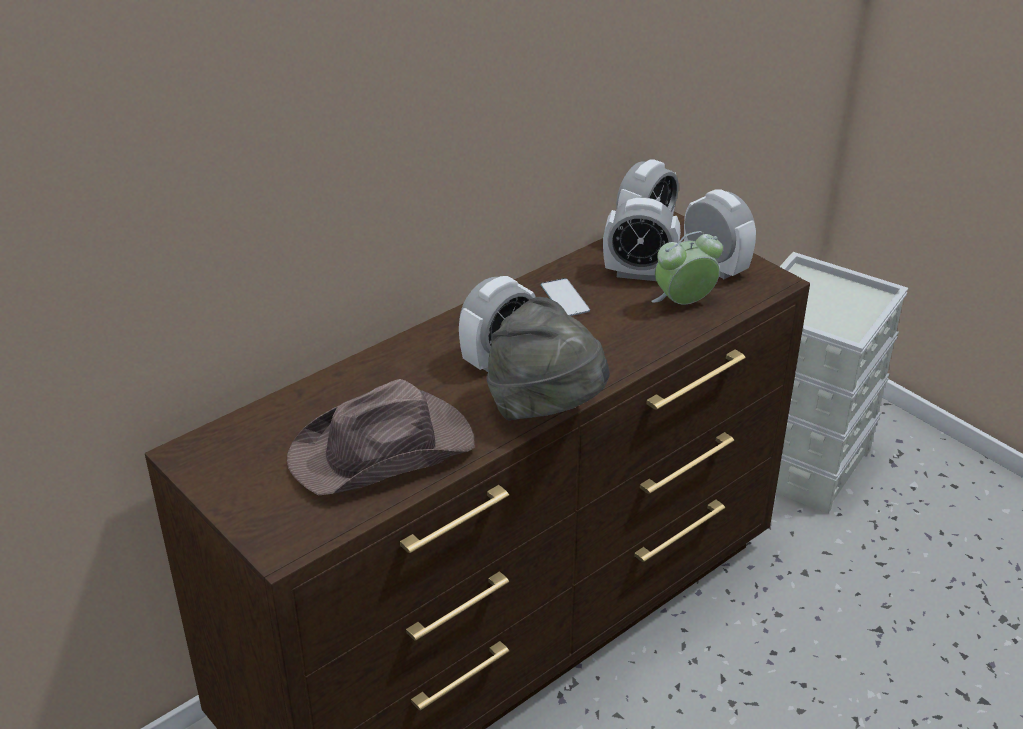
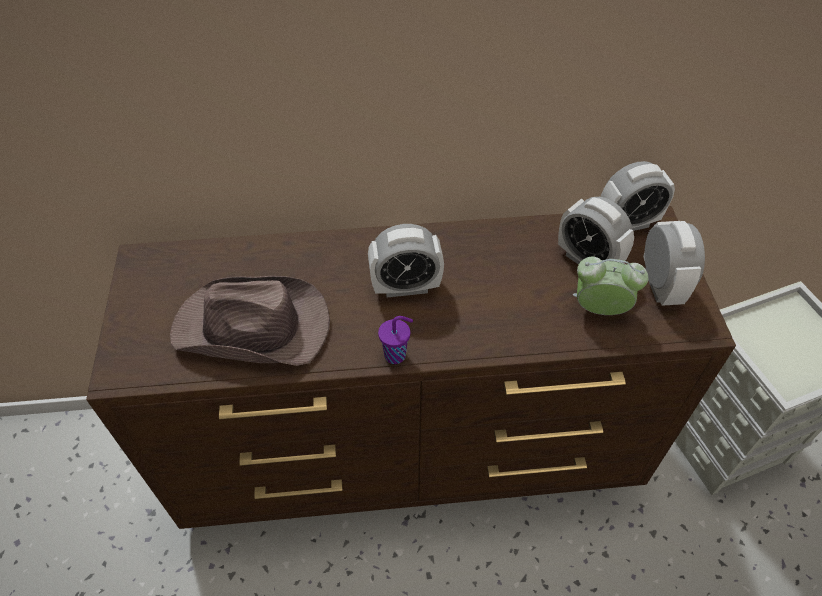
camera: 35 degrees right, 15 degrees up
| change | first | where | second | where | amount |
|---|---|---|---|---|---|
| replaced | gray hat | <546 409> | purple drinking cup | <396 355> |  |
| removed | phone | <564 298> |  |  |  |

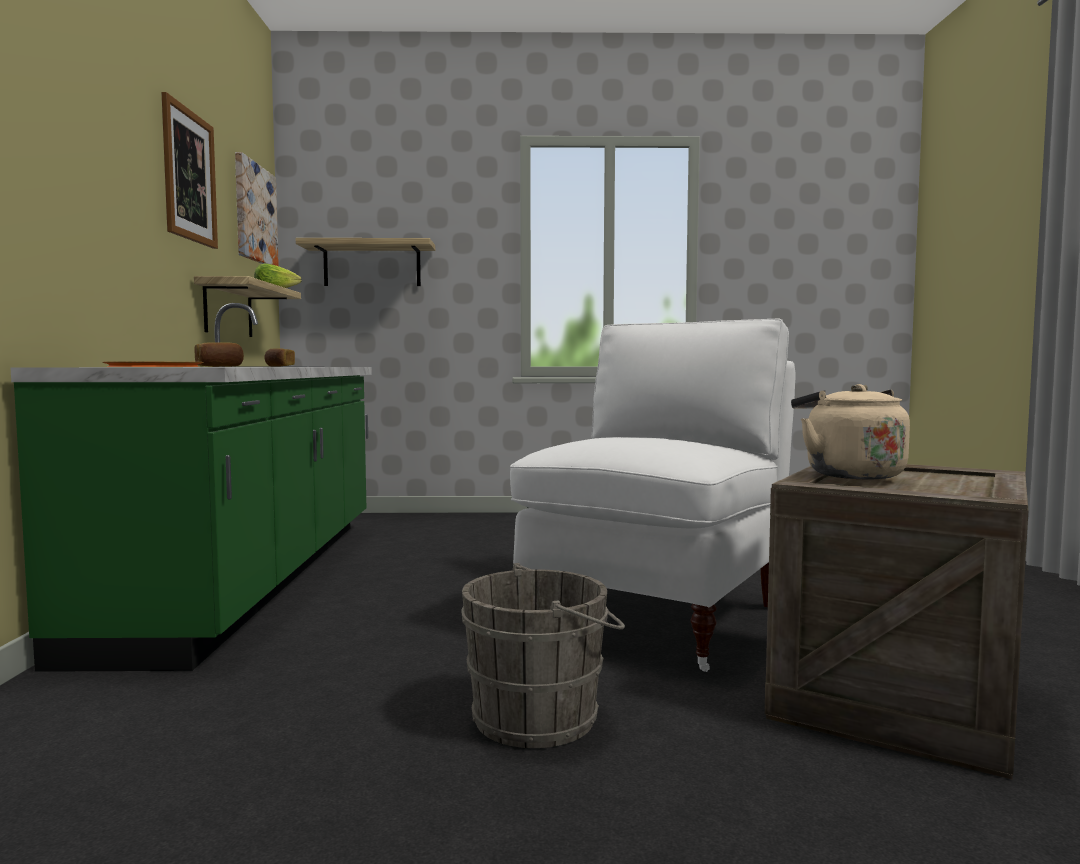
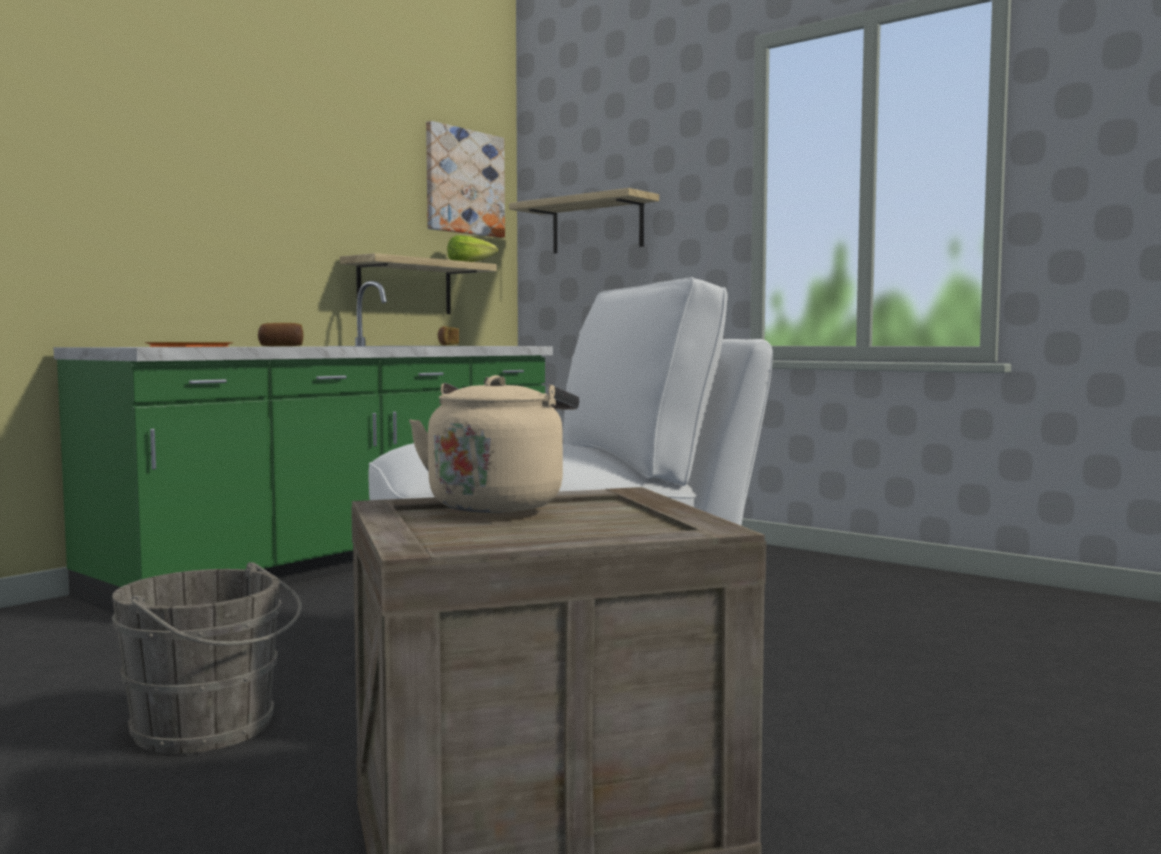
camera: 40 degrees right, 0 degrees up
| change | first | where | second | where | amount |
|---|---|---|---|---|---|
| removed | wall picture | <189 176> |  |  |  |

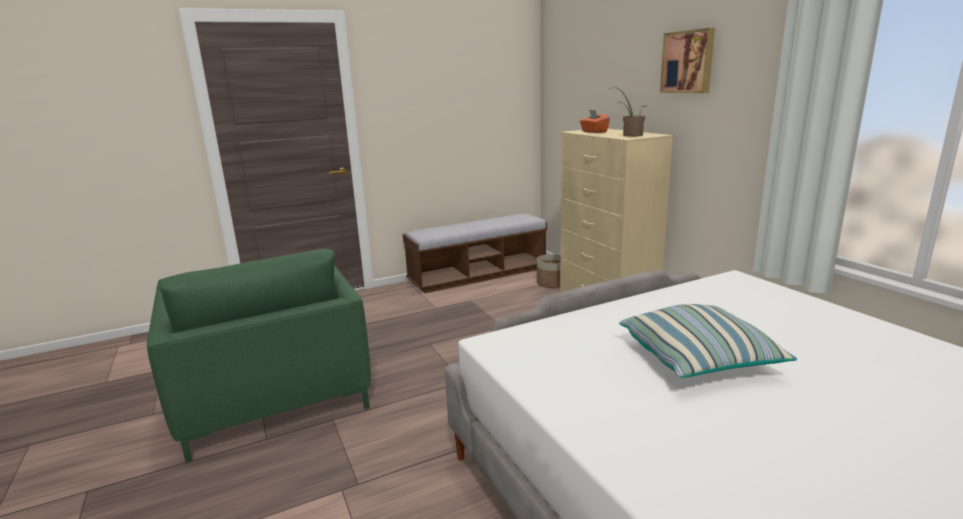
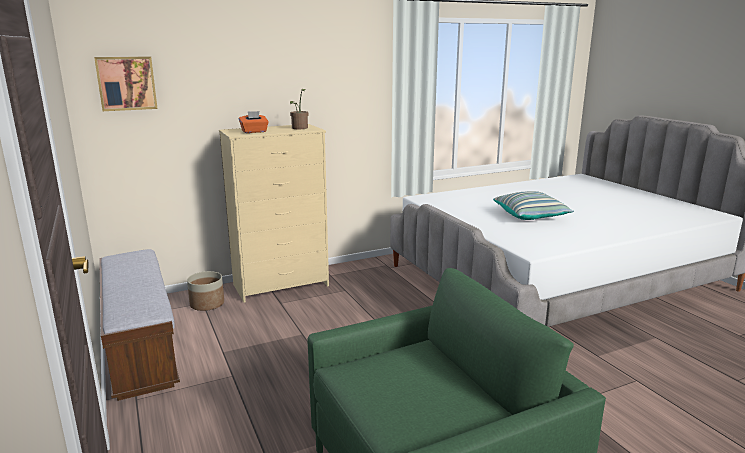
camera: 90 degrees left, 0 degrees up
| change | first | where | second | where | amount |
|---|---|---|---|---|---|
| moved | wall picture | <688 62> |  | <126 83> |  |

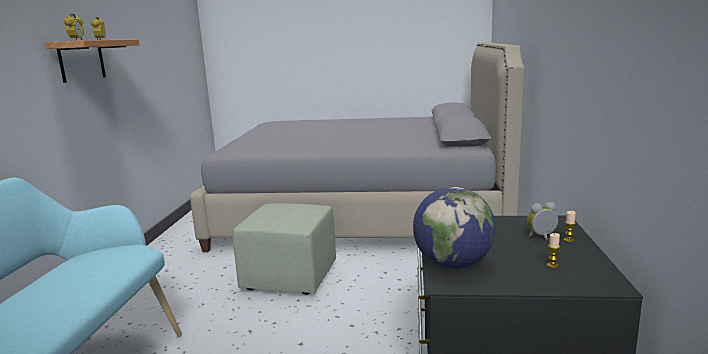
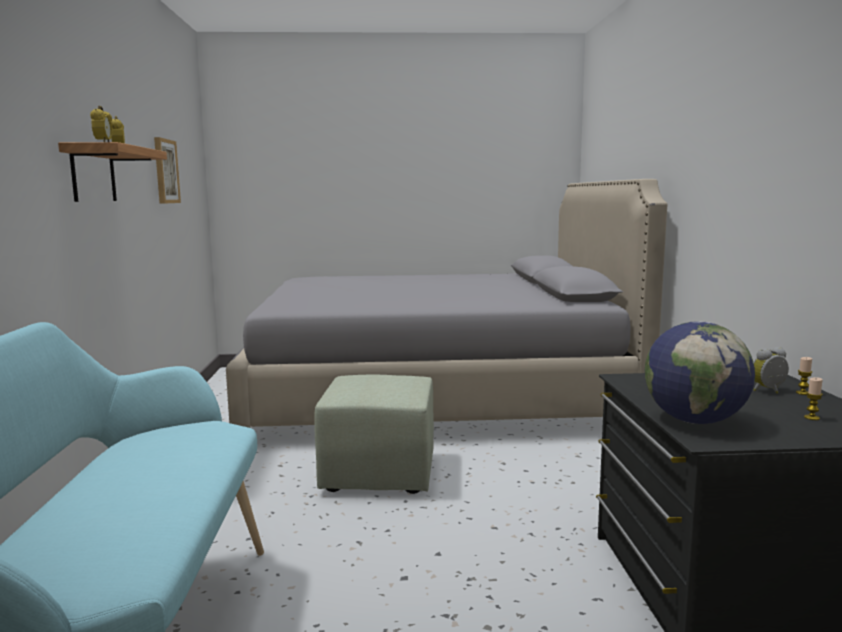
camera: 10 degrees left, 5 degrees down
| change | first | where | second | where | amount |
|---|---|---|---|---|---|
| added |  |  | wall picture | <165 171> |  |

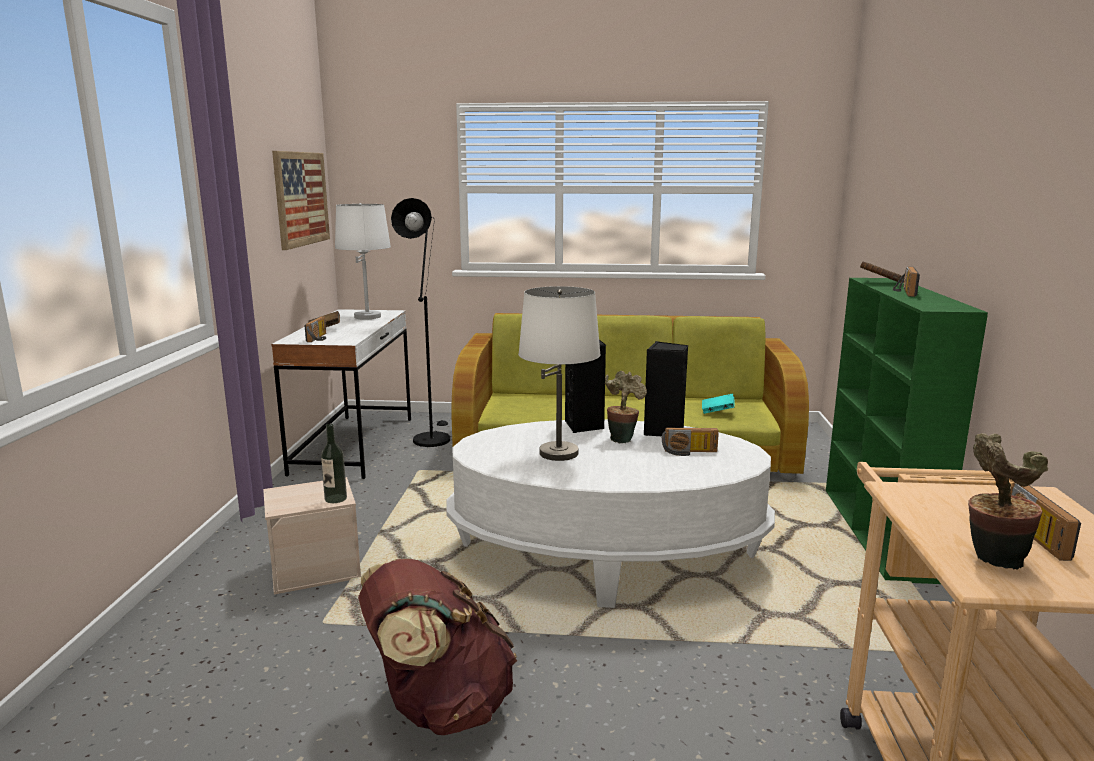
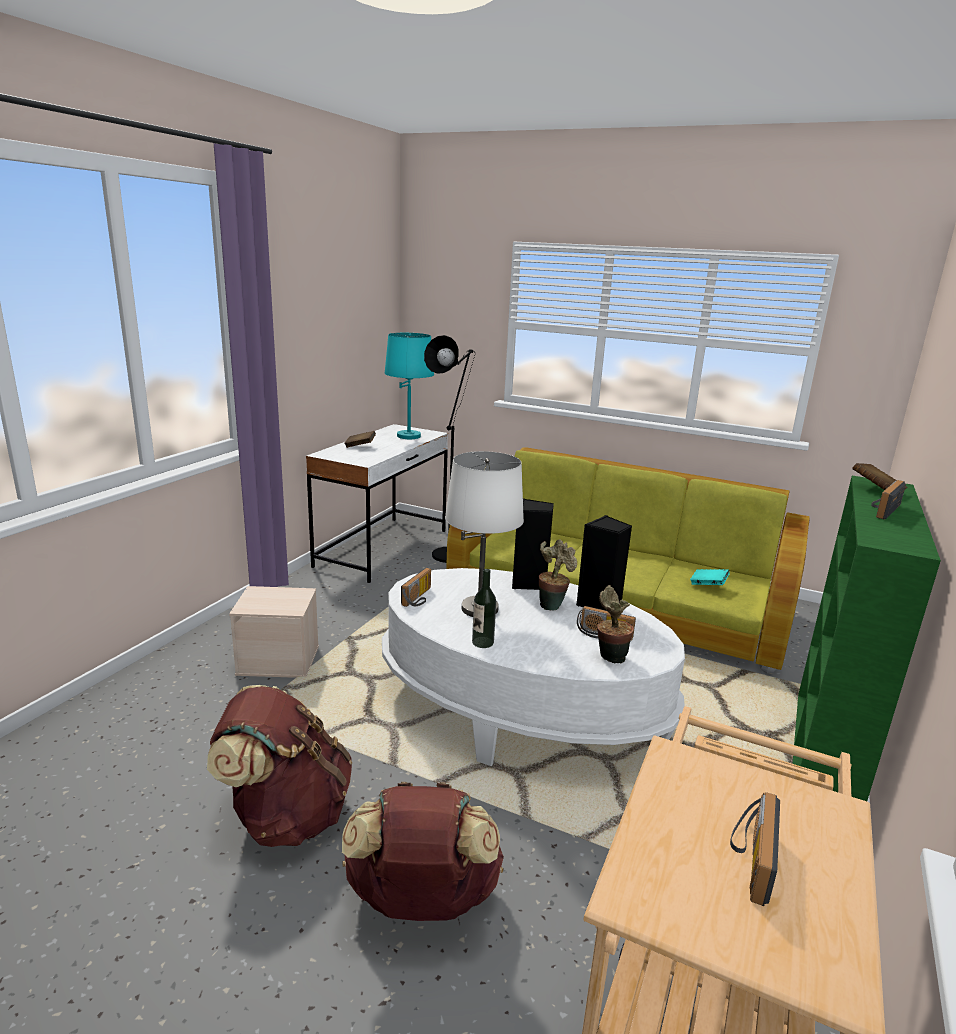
camera: 20 degrees right, 5 degrees up
| change | first | where | second | where | amount |
|---|---|---|---|---|---|
| added |  |  | brown-coloured backpack | <421 901> |  |
| recoloured | white-coloured tabletop lamp | <367 316> | turquoise tabletop lamp | <408 436> |  |
| moved | radio set | <320 338> |  | <419 598> |  |
| moved | bottle | <335 498> |  | <482 642> |  |
| moved | plant in a pot | <991 560> |  | <609 657> |  |
| removed | wall picture | <301 198> |  |  |  |

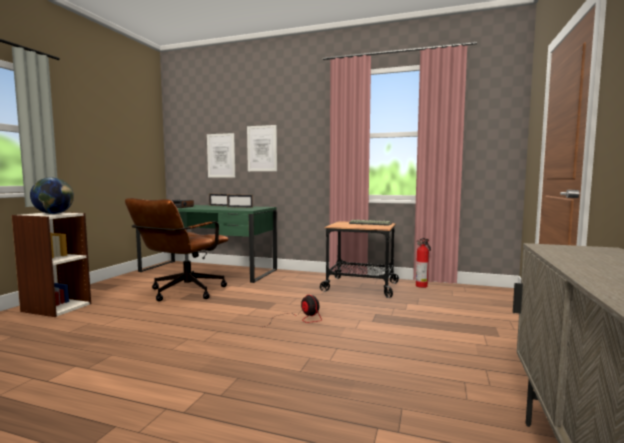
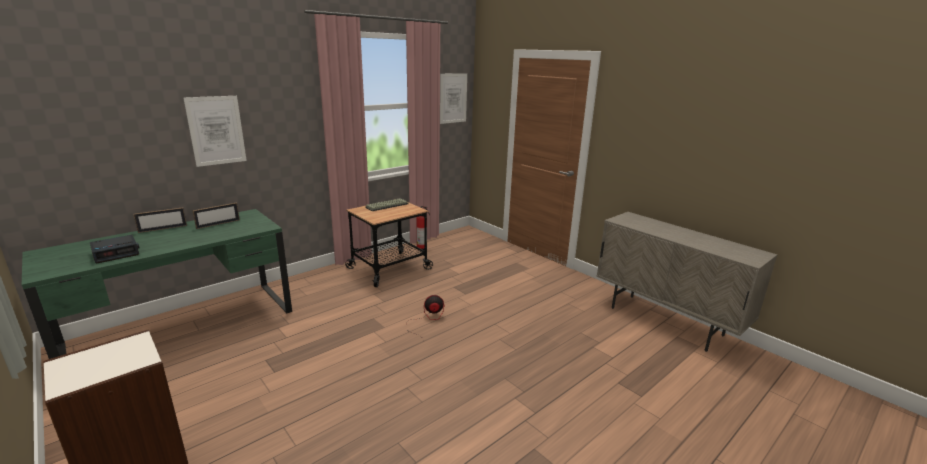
camera: 60 degrees left, 15 degrees up
| change | first | where | second | where | amount |
|---|---|---|---|---|---|
| moved | wall picture | <221 155> |  | <453 98> |  |
| removed | world globe | <54 214> |  |  |  |
| removed | brown-coloured office chair | <182 293> |  |  |  |

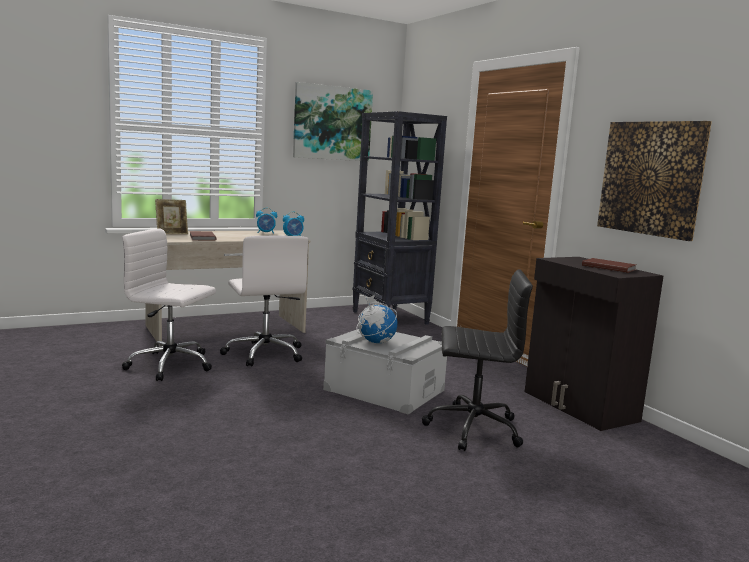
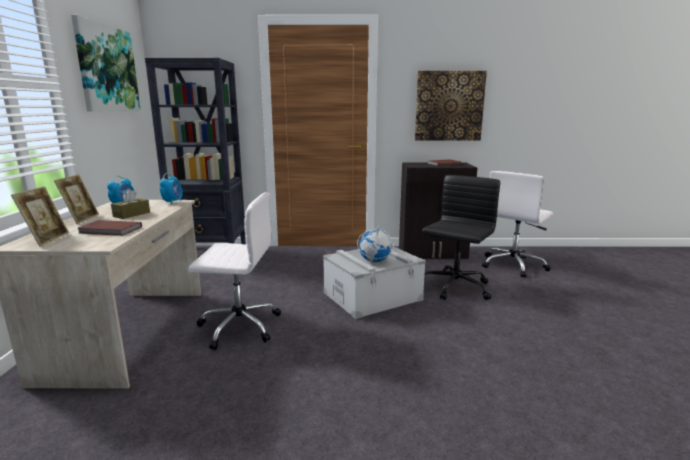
camera: 60 degrees left, 5 degrees up
| change | first | where | second | where | amount |
|---|---|---|---|---|---|
| added |  |  | picture frame | <81 219> |  |
| added |  |  | brown-coloured box of tissues | <131 214> |  |
| moved | white-coloured office chair | <171 365> |  | <513 265> |  |

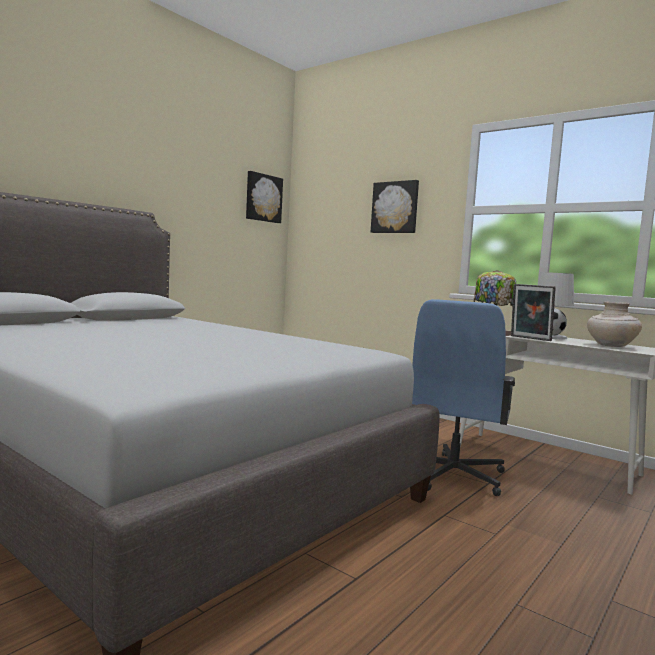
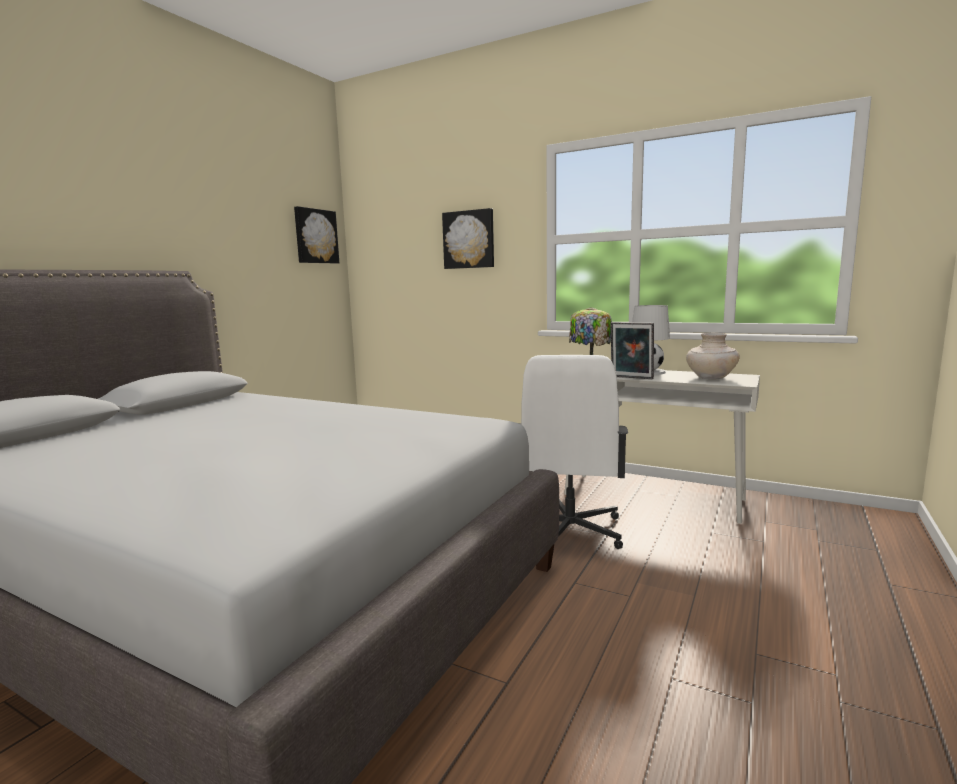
camera: 10 degrees left, 5 degrees up
| change | first | where | second | where | amount |
|---|---|---|---|---|---|
| recoloured | bluish office chair | <451 475> | white-coloured office chair | <569 531> |  |

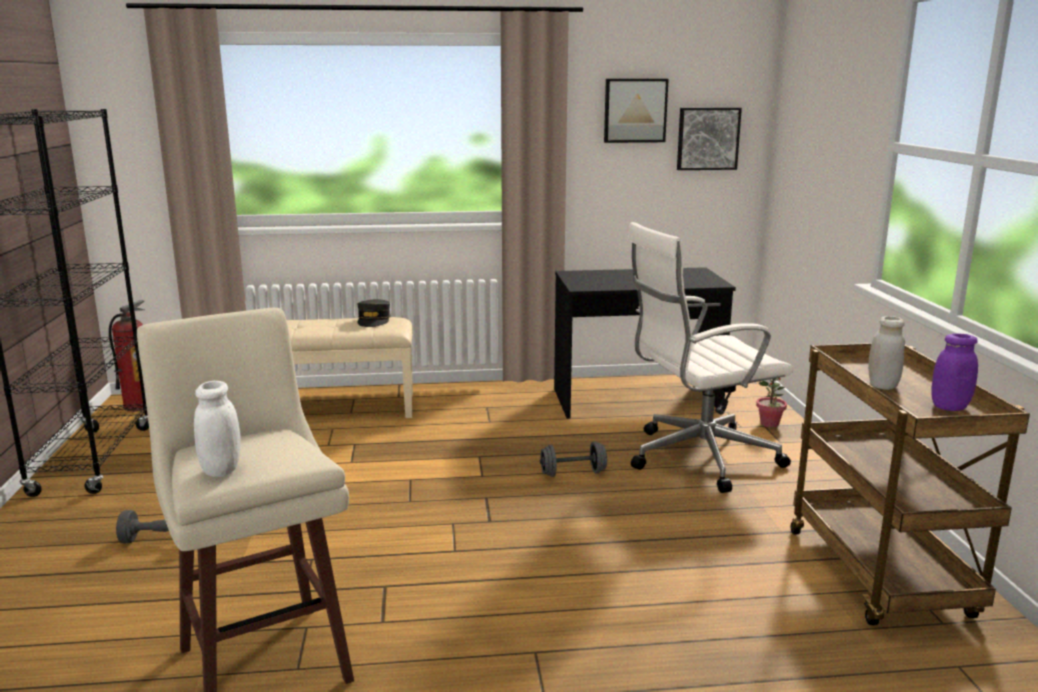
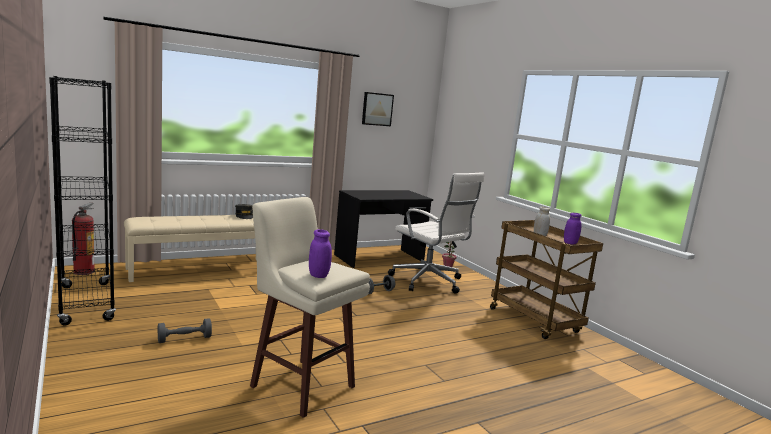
camera: 25 degrees left, 5 degrees down
| change | first | where | second | where | amount |
|---|---|---|---|---|---|
| recoloured | white-coloured storage jar | <221 470> | purple storage jar | <318 275> |  |
| turned | white-coloured office chair | <698 457> |  | <428 282> | 90 degrees counterclockwise |
| removed | wall picture | <707 138> |  |  |  |

